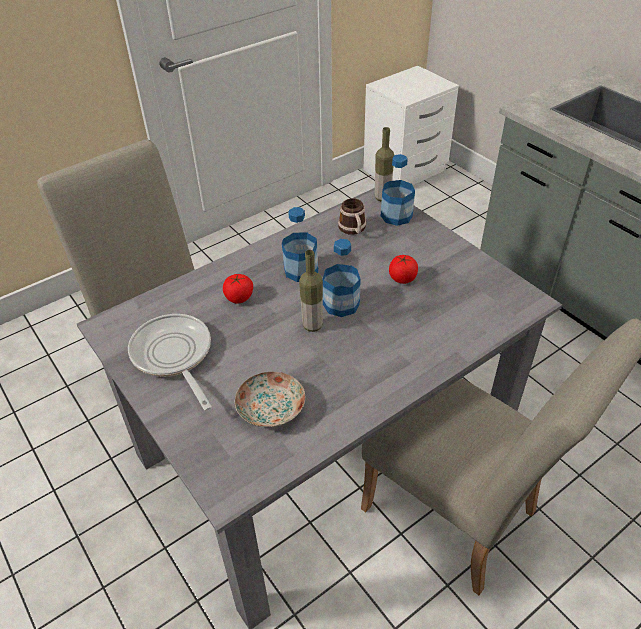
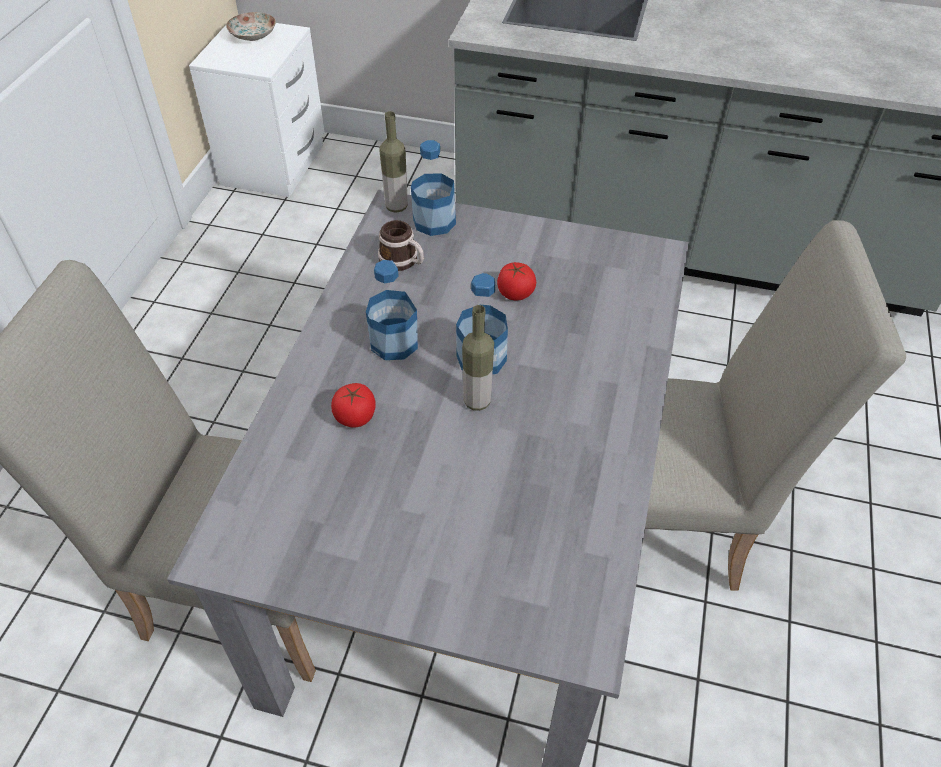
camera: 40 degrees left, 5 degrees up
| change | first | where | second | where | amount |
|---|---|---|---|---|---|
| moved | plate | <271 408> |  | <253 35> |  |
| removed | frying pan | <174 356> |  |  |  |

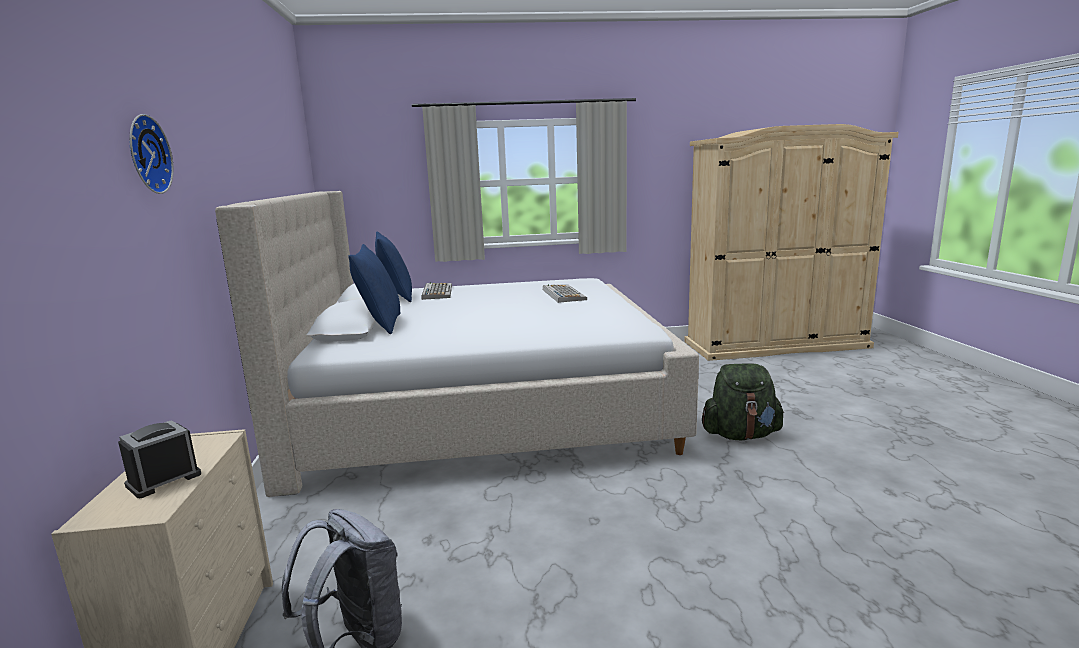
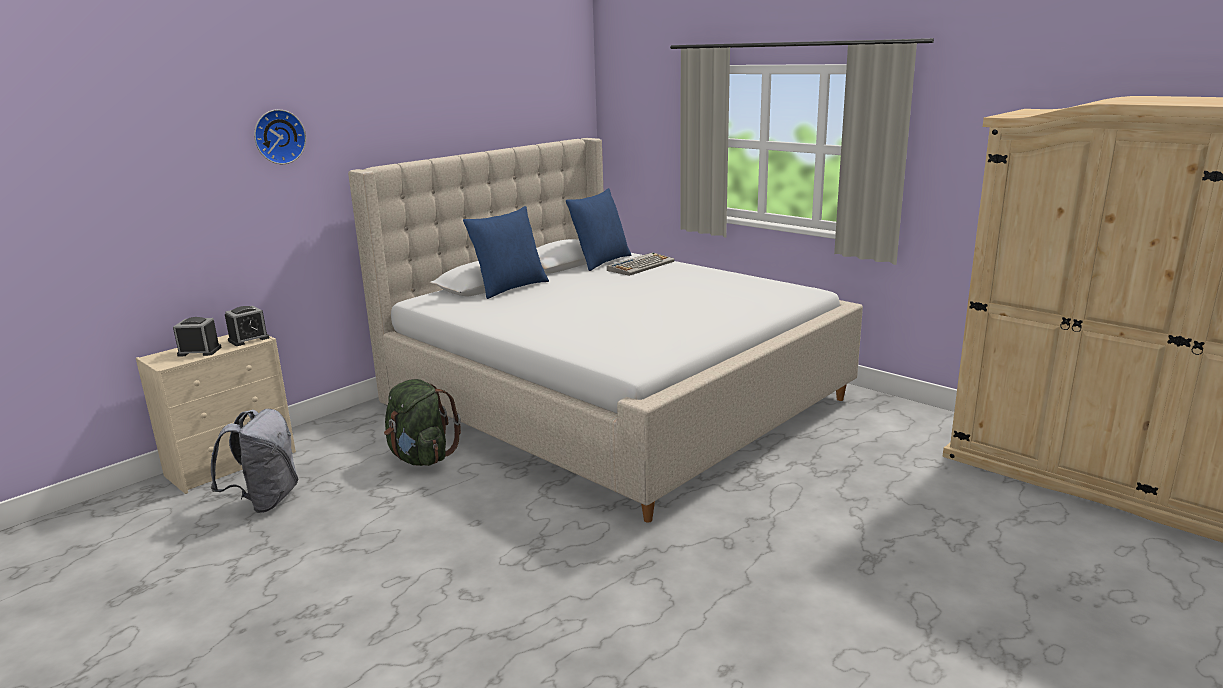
camera: 50 degrees right, 5 degrees up
| change | first | where | second | where | amount |
|---|---|---|---|---|---|
| added |  |  | bedside clock | <248 339> |  |
| moved | greenish backpack | <740 435> |  | <421 458> |  |
| removed | computer keyboard | <563 294> |  |  |  |

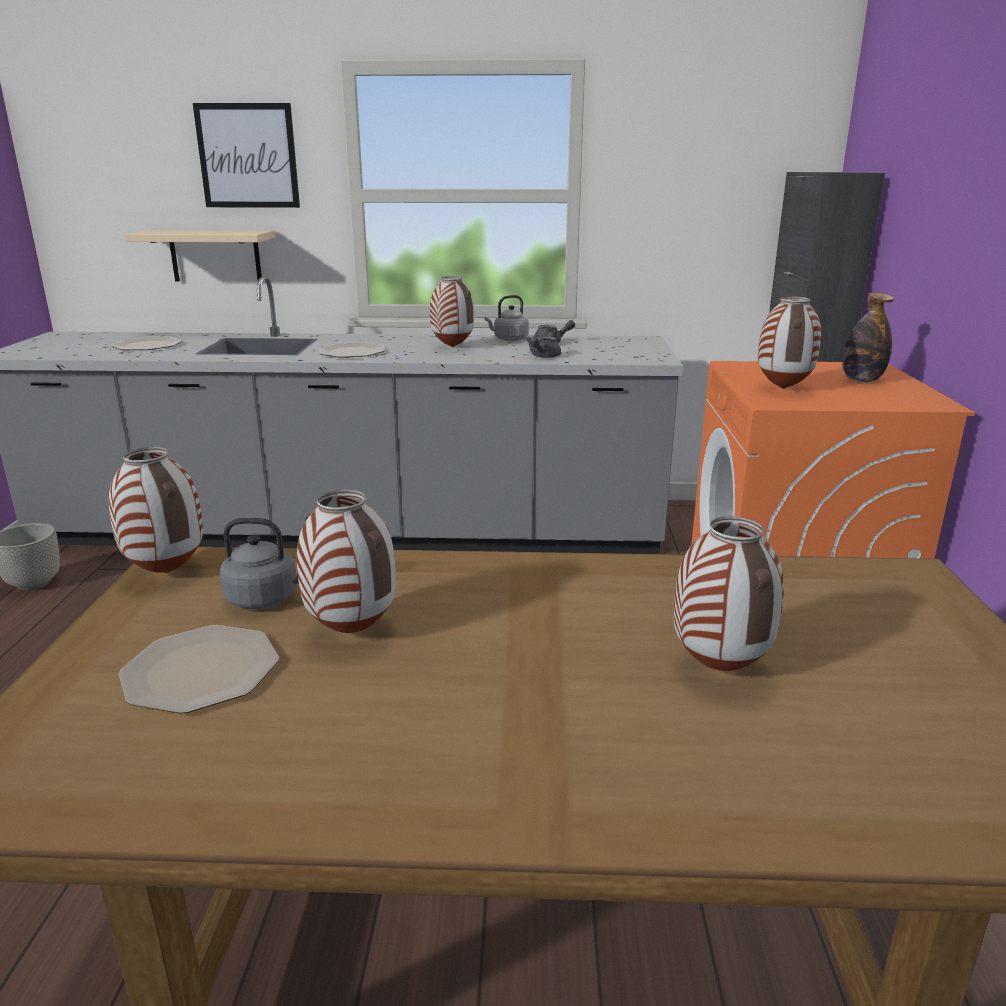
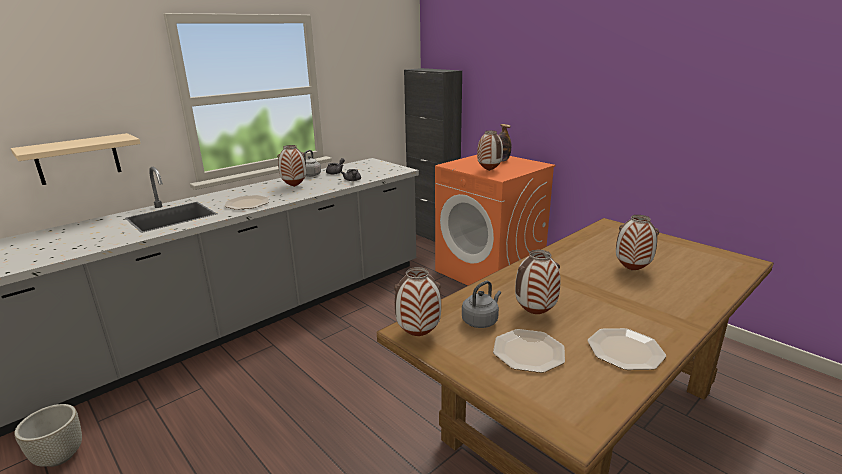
camera: 45 degrees left, 0 degrees up
| change | first | where | second | where | amount |
|---|---|---|---|---|---|
| moved | plate | <148 345> |  | <624 350> |  |
| removed | wall picture | <247 156> |  |  |  |

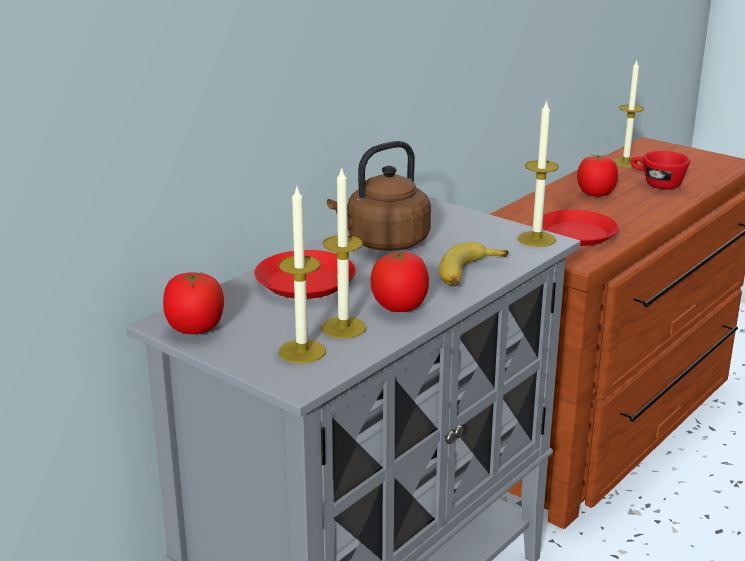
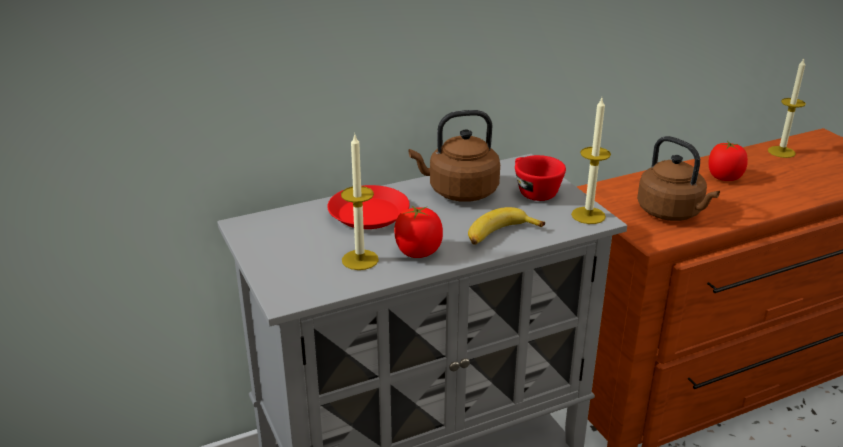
camera: 25 degrees right, 5 degrees up
| change | first | where | second | where | amount |
|---|---|---|---|---|---|
| moved | reddish drinking cup | <656 184> |  | <533 191> |  |
| replaced | reddish plate | <577 234> | brown-coloured tea kettle | <672 213> |  |
| removed | whole tomato | <195 329> |  |  |  |
| removed | wax light | <302 351> |  |  |  |

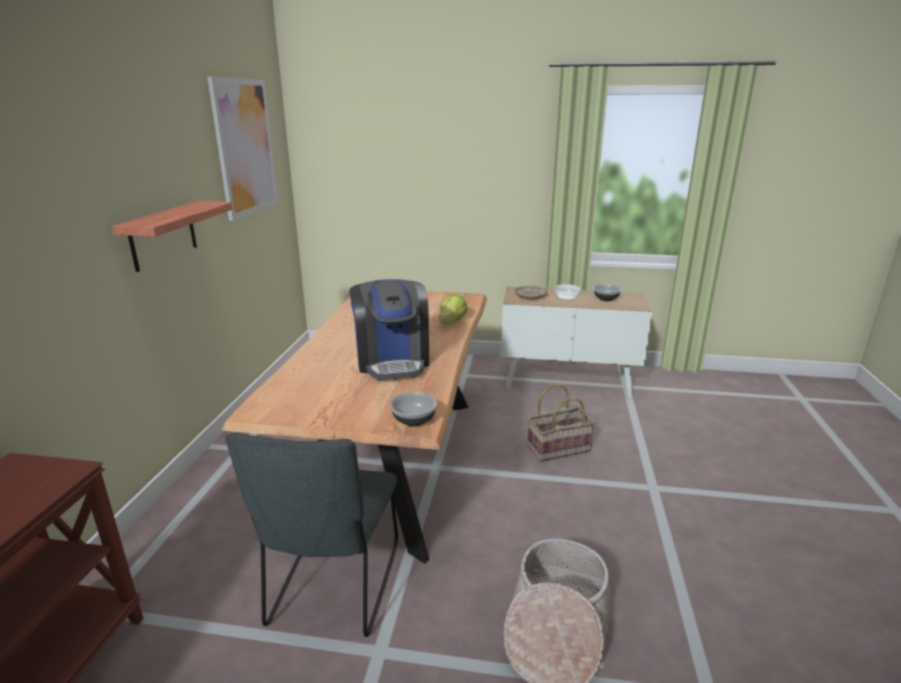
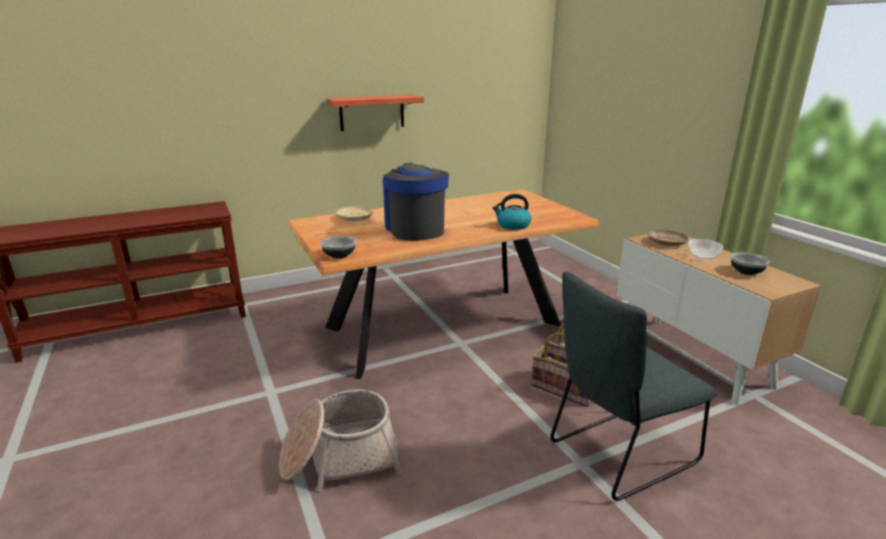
camera: 55 degrees right, 0 degrees up
| change | first | where | second | where | amount |
|---|---|---|---|---|---|
| added |  |  | beige-coloured plate | <355 218> |  |
| turned | coffee machine | <392 361> |  | <415 229> | 120 degrees clockwise |
| replaced | lettuce | <451 322> | tea kettle | <512 225> |  |
| moved | gray upright chair | <333 588> |  | <617 454> |  |
| removed | wall picture | <245 147> |  |  |  |

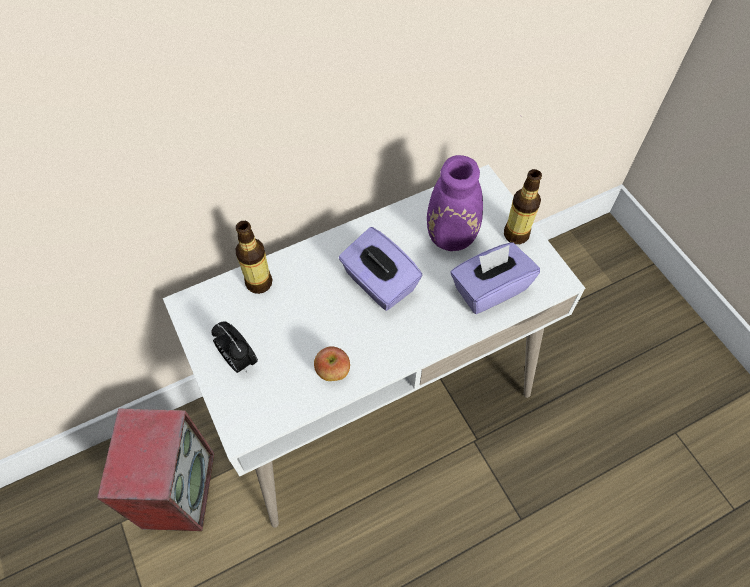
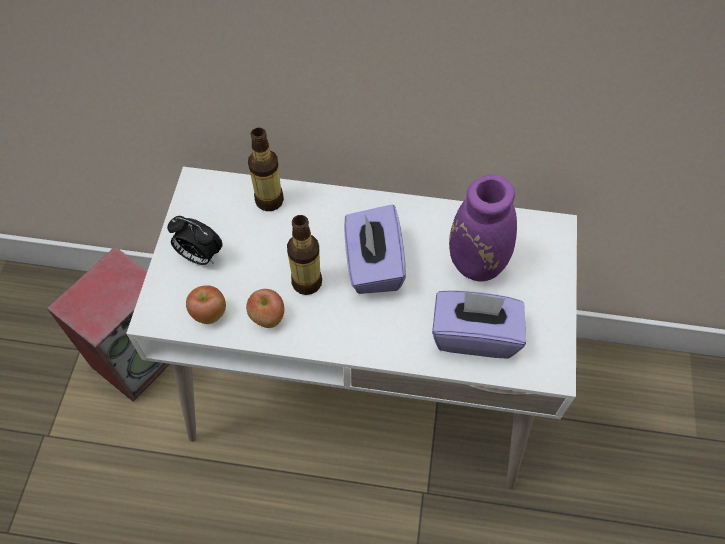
camera: 35 degrees right, 0 degrees up
| change | first | where | second | where | amount |
|---|---|---|---|---|---|
| turned | bedside clock | <238 360> |  | <199 256> | 60 degrees counterclockwise |
| added |  |  | whole apple | <209 313> |  |
| moved | bottle | <516 234> |  | <306 282> |  |

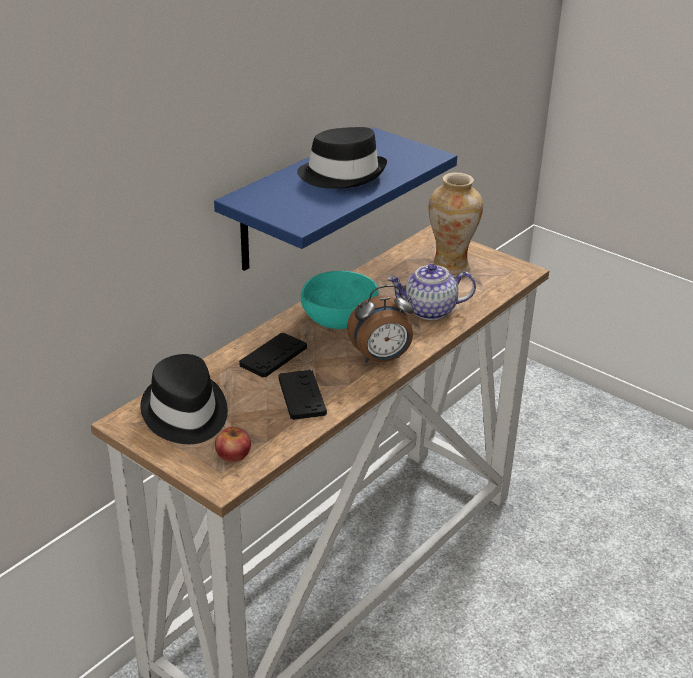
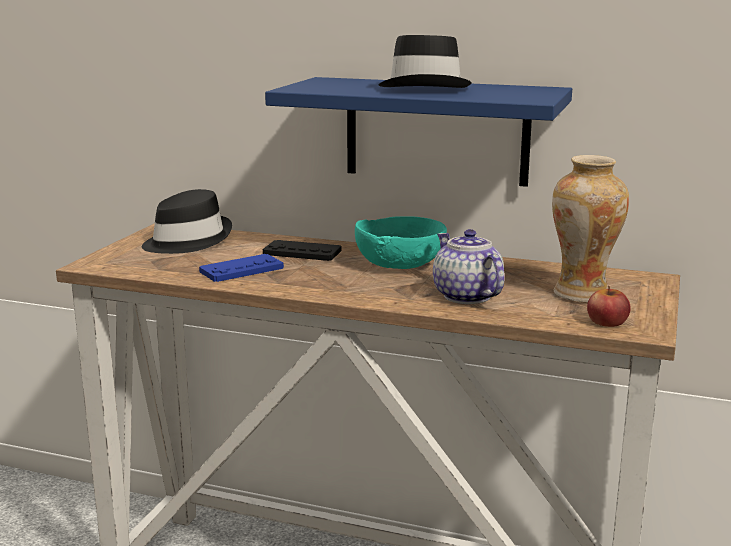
camera: 70 degrees right, 15 degrees down
| change | first | where | second | where | amount |
|---|---|---|---|---|---|
| recoloured | black-coloured joypad | <302 396> | bluish joypad | <241 270> |  |
| moved | whole apple | <233 454> |  | <607 322> |  |
| removed | bedside clock | <381 359> |  |  |  |

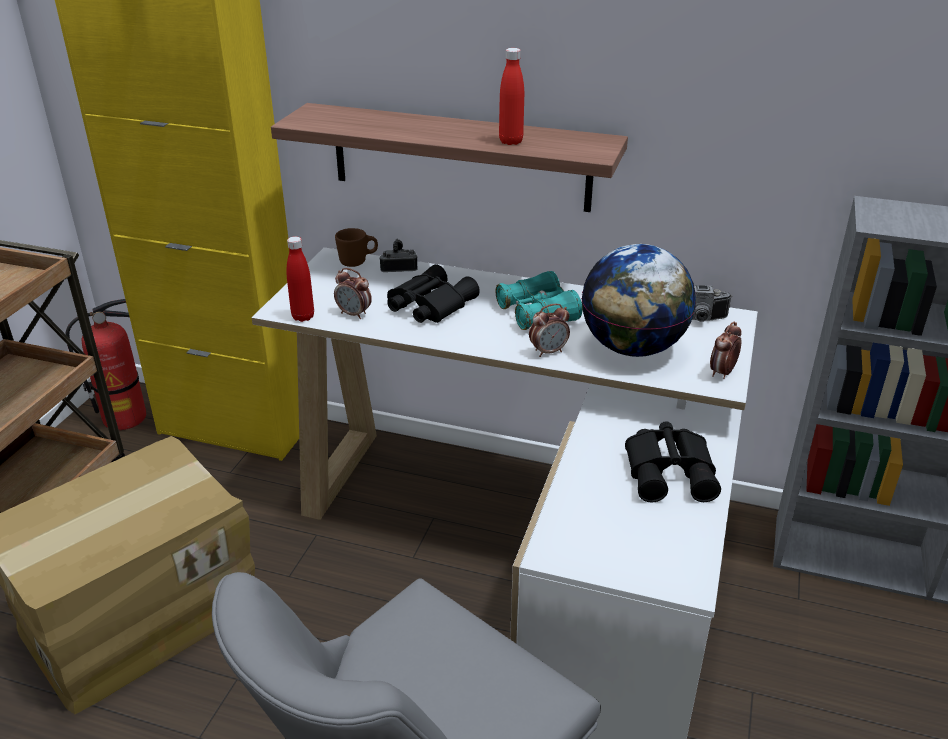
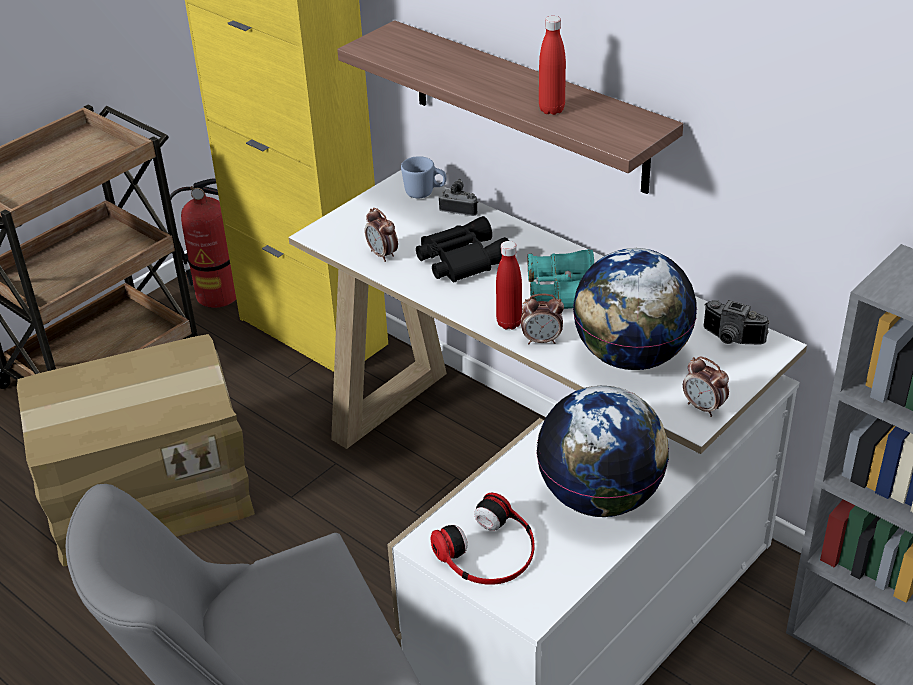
camera: 25 degrees right, 5 degrees up
| change | first | where | second | where | amount |
|---|---|---|---|---|---|
| recoloured | brown-coloured tea mug | <358 262> | bluish tea mug | <425 193> |  |
| added |  |  | headset | <489 552> |  |
| moved | reddish bottle | <303 317> |  | <509 323> |  |
| replaced | black-coloured binoculars | <671 471> | world globe | <600 497> |  |
| turned | bedside clock | <722 373> |  | <703 407> | 105 degrees counterclockwise |

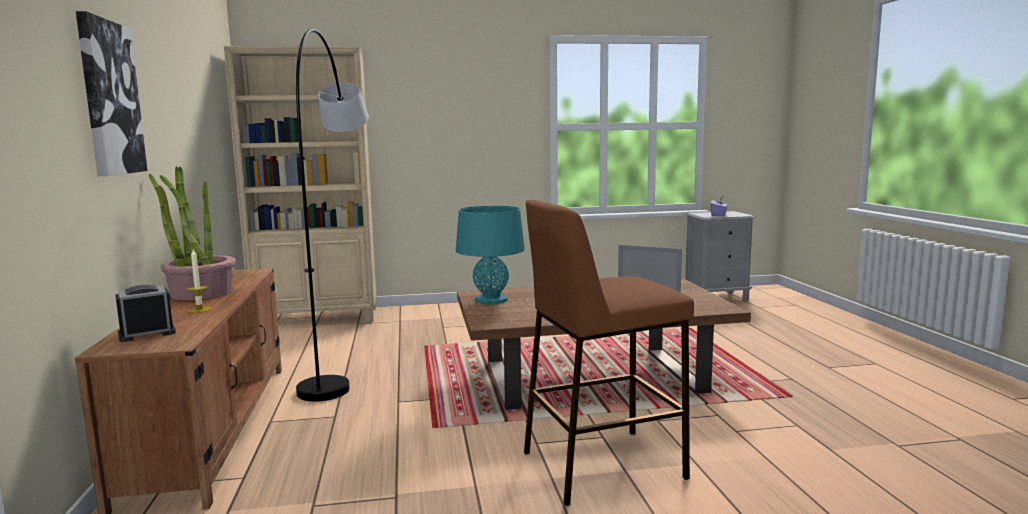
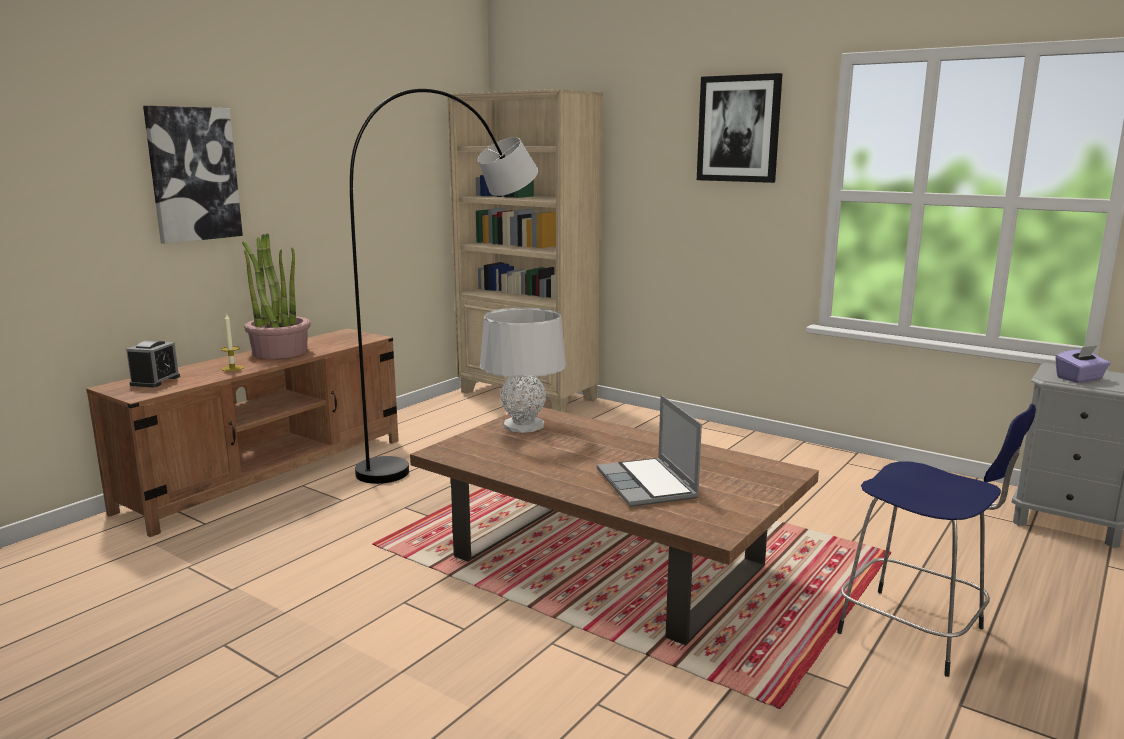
camera: 45 degrees right, 5 degrees up
| change | first | where | second | where | amount |
|---|---|---|---|---|---|
| turned | bedside clock | <147 333> |  | <155 381> | 90 degrees clockwise |
| recoloured | turquoise tabletop lamp | <491 300> | gray tabletop lamp | <523 425> |  |
| added |  |  | wall picture | <738 129> |  |
| added |  |  | bluish stool seat | <916 633> |  |
| removed | brown-coloured stool seat | <601 465> |  |  |  |

